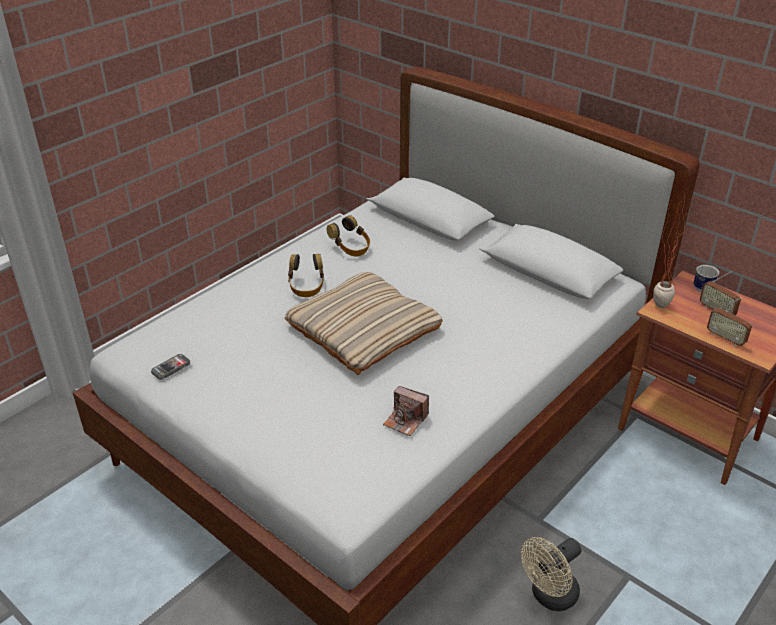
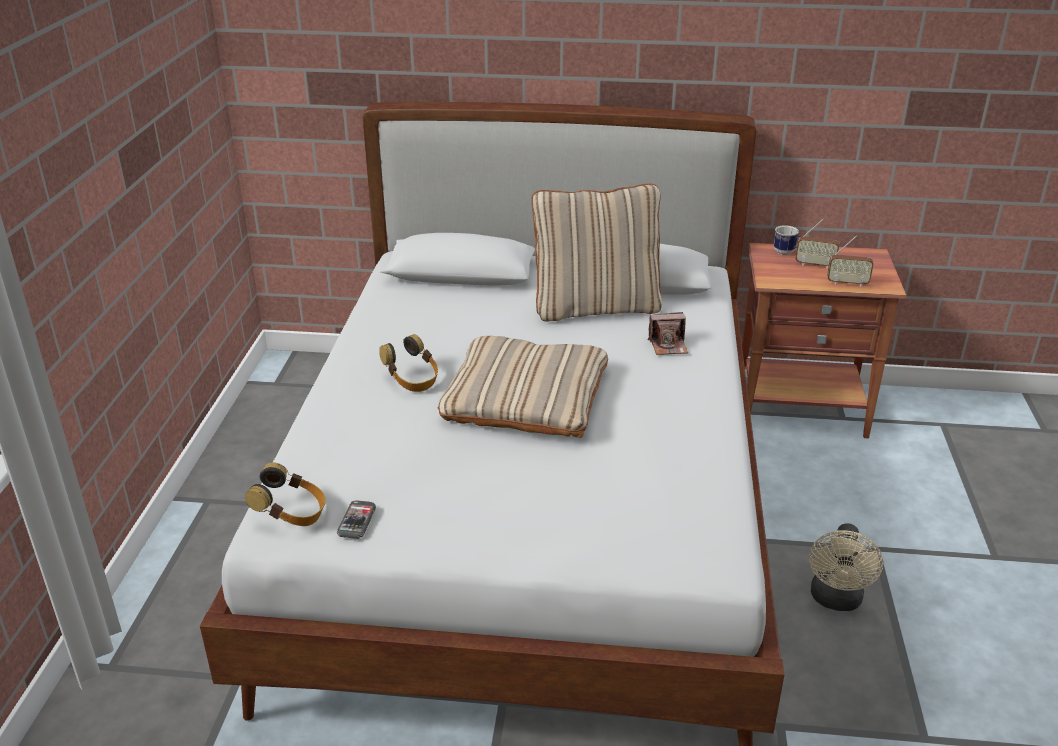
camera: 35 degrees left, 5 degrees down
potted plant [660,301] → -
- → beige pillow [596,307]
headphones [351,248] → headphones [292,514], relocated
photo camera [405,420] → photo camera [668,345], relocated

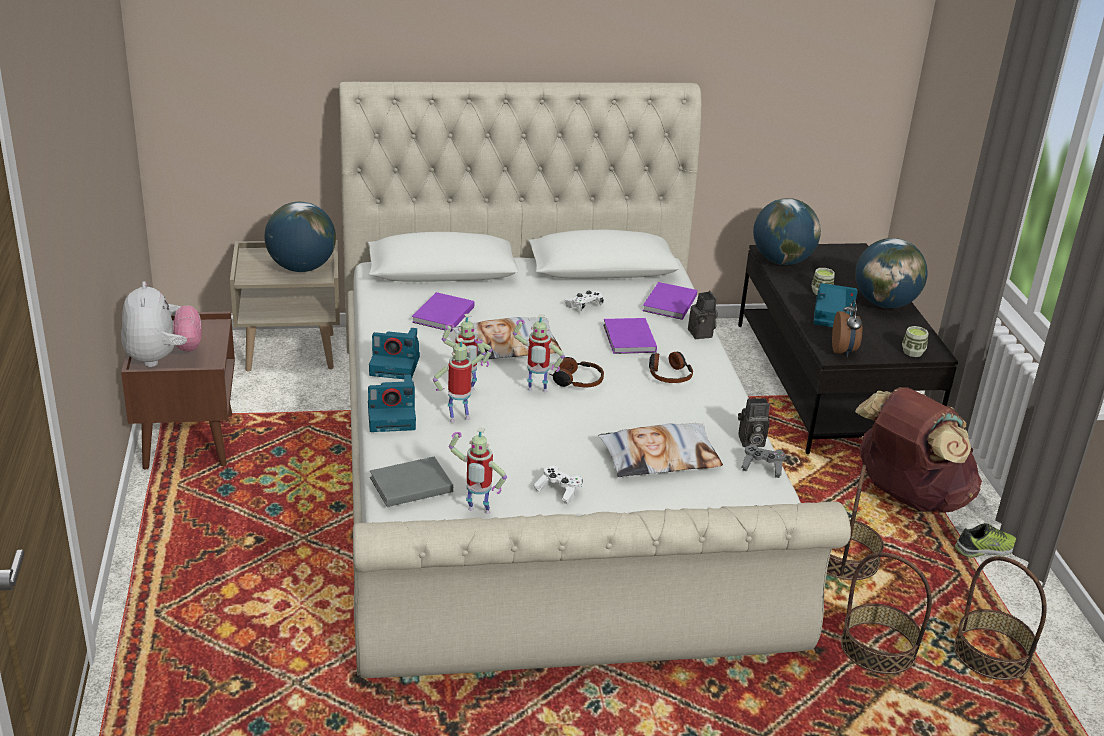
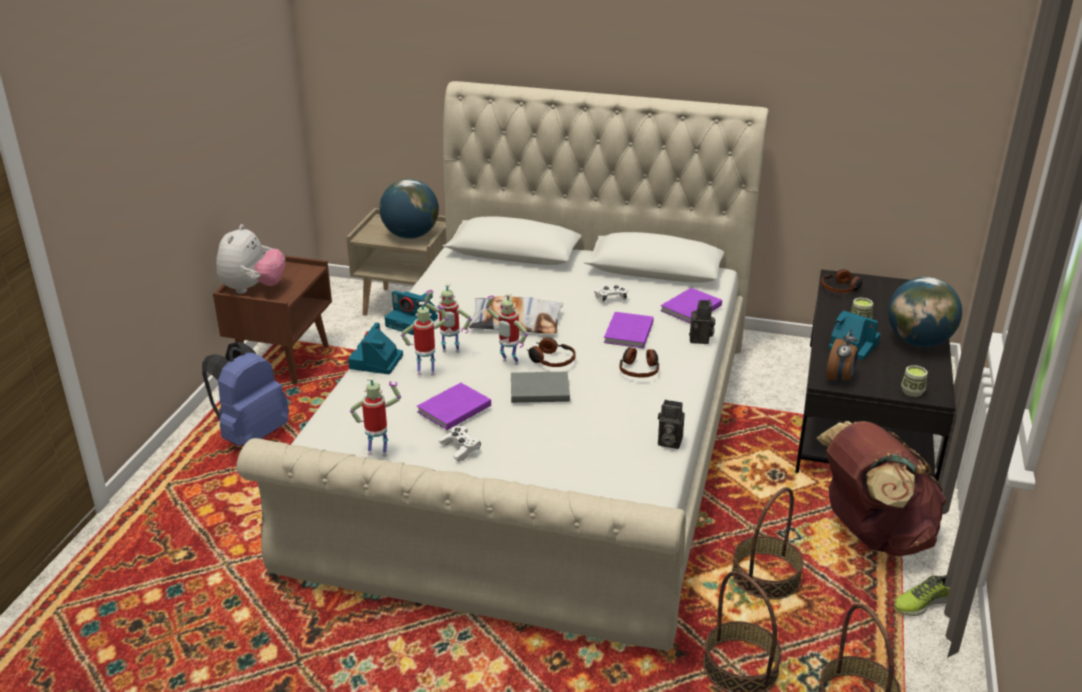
camera: 25 degrees right, 0 degrees up
pillow [660,458] → -
grey game controller [762,467] → -
- → blue backpack [251,434]
grey book [408,484] → grey book [538,389], relocated
purple book [441,315] → purple book [452,409], relocated
globe [781,261] → headphones [841,288]
photo camera [393,417] → photo camera [376,362], 90 degrees clockwise
toy robot [477,512] → toy robot [379,452], 150 degrees clockwise
shoe [987,549] → shoe [924,602], 150 degrees clockwise

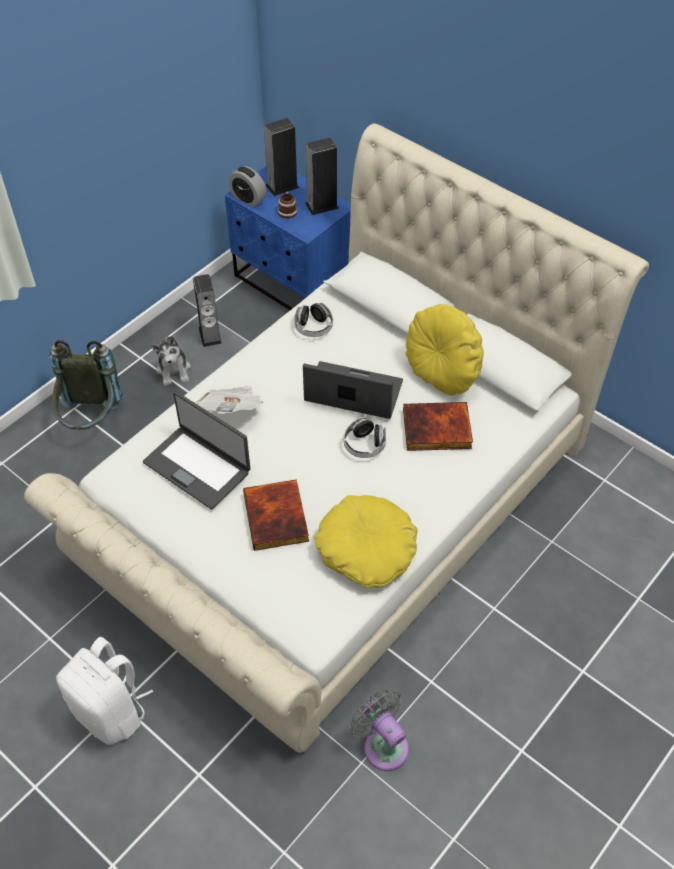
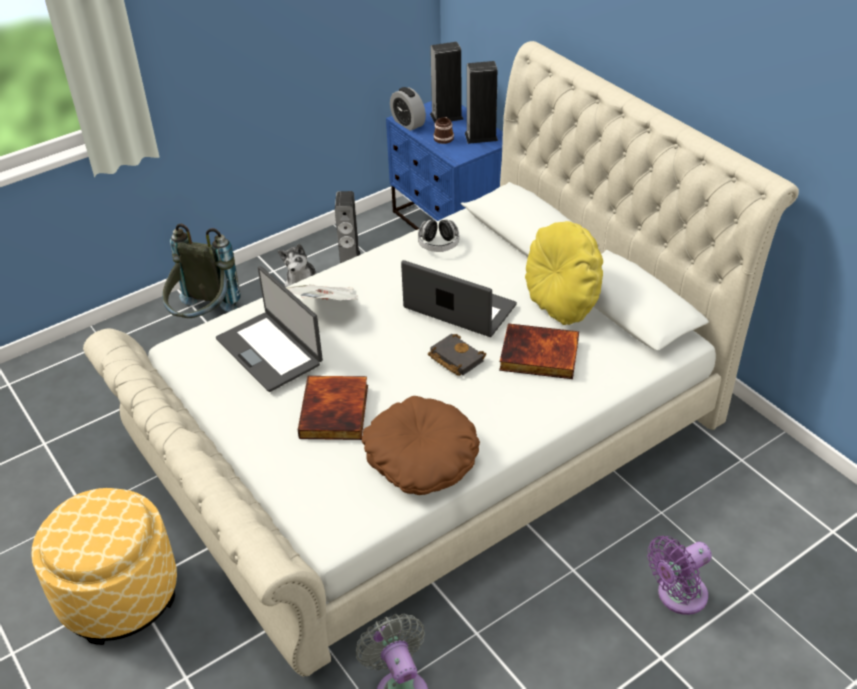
camera: 15 degrees right, 10 degrees down
- → purple fan [677,596]
white backpack [111,711] → ottoman [119,594]
headphones [364,445] → black book [454,358]
yellow pillow [368,548] → brown pillow [423,457]

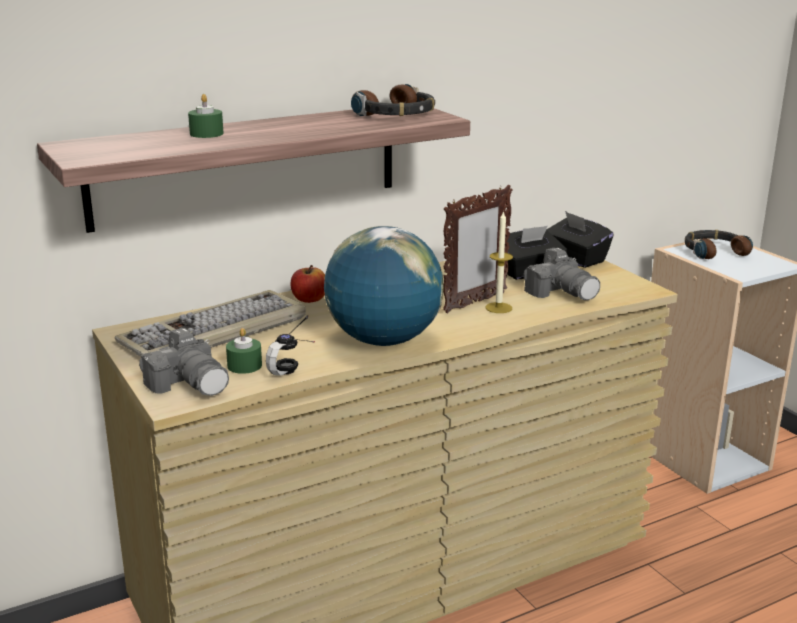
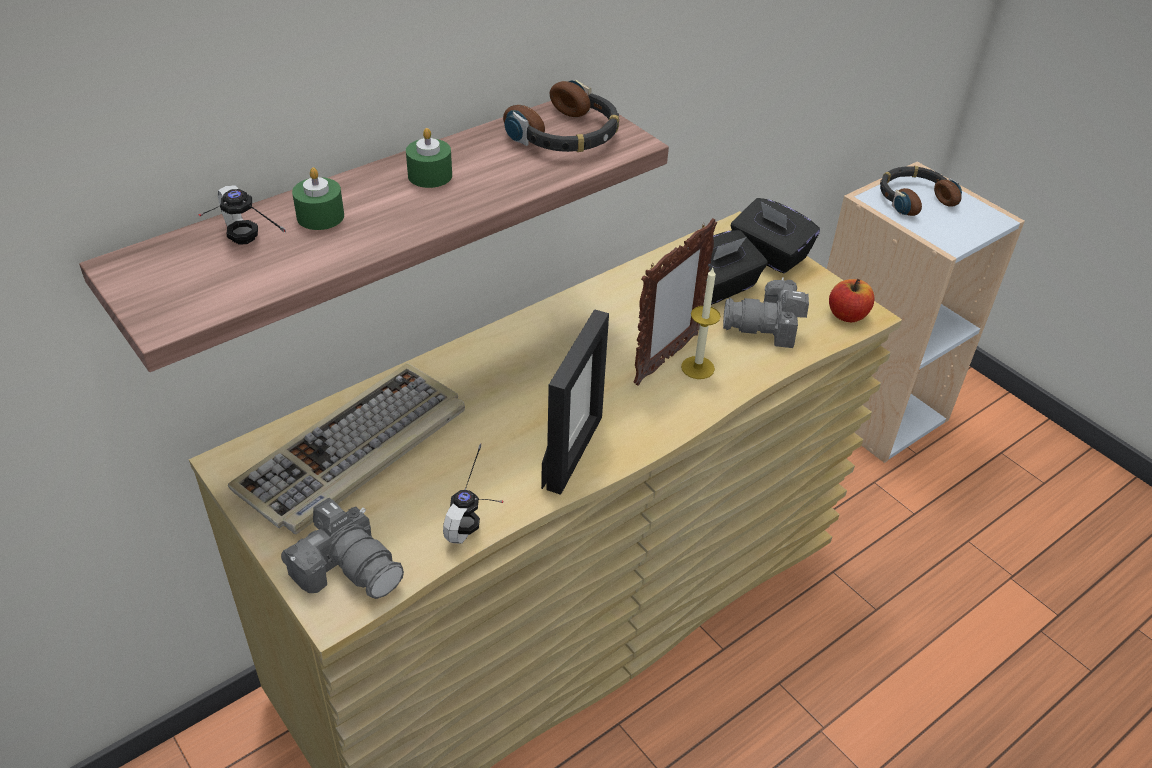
camera: 10 degrees left, 20 degrees up
- → headphones [242,252]
green candle [244,365] → green candle [430,175], relocated
apple [309,299] → apple [847,315], relocated
globe [383,341] → picture frame [572,451]
photo camera [561,292] → photo camera [766,328], 135 degrees clockwise

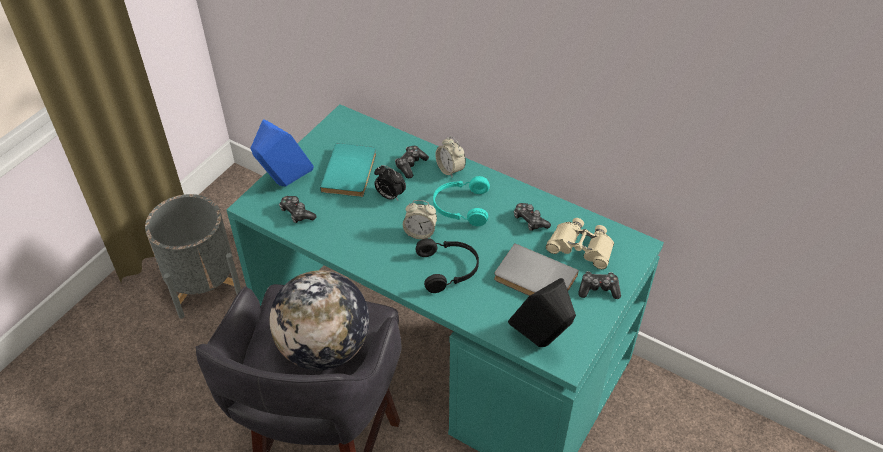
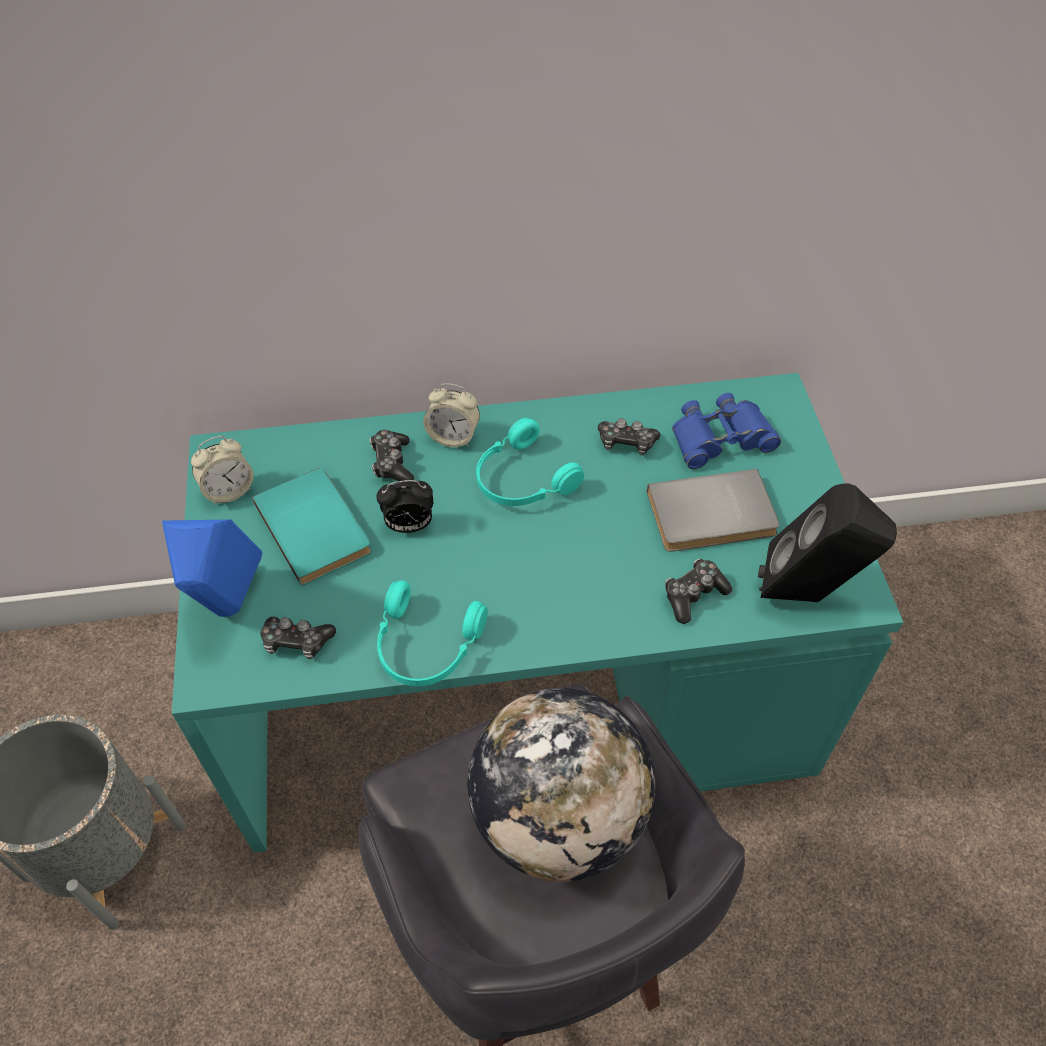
camera: 40 degrees left, 5 degrees up
black headphones [449,269] → -
- → turquoise headphones [425,646]
alarm clock [420,232] → alarm clock [228,490], relocated
game controller [598,289] → game controller [693,595], relocated
beige binoculars [581,247] → blue binoculars [720,438]

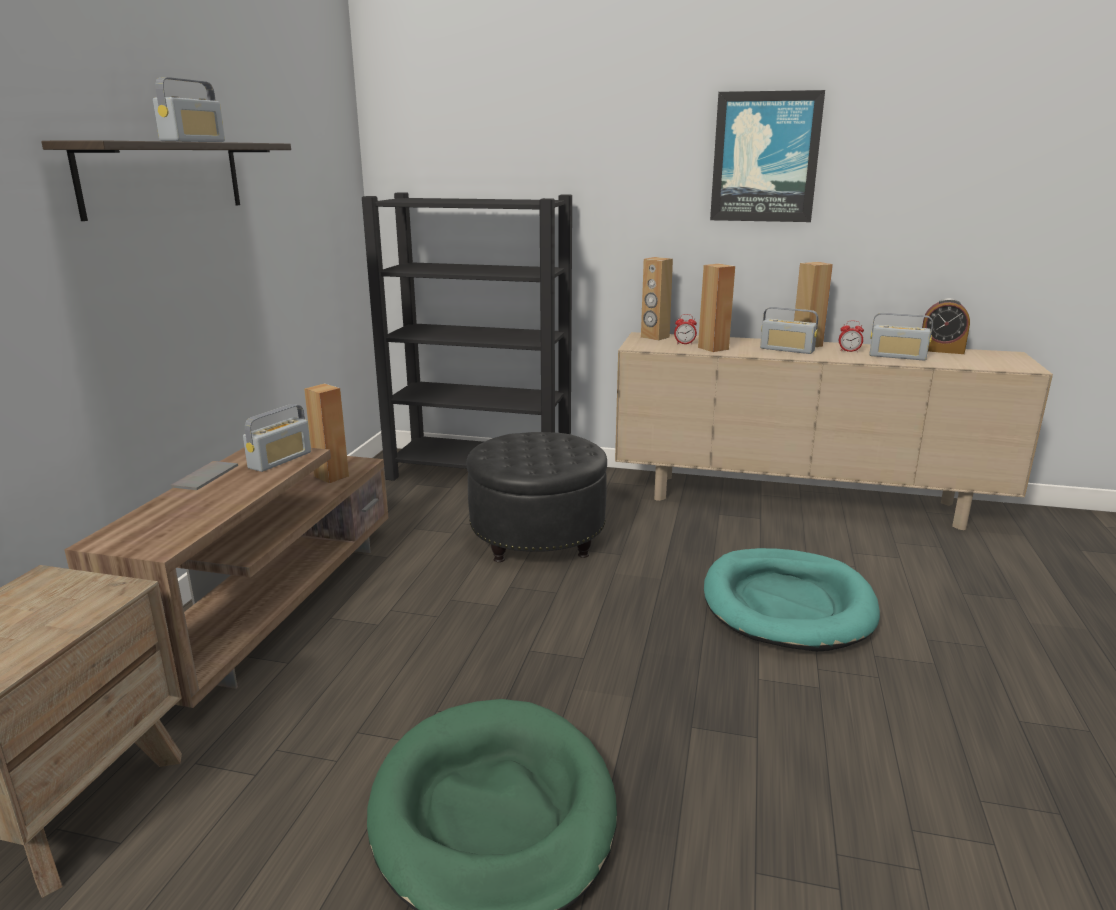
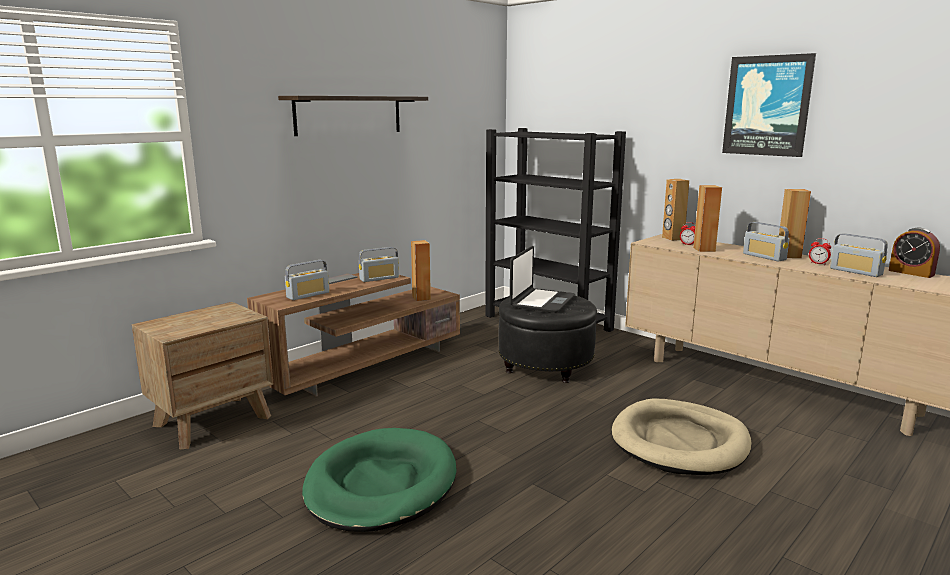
camera: 30 degrees right, 5 degrees down
- → laptop [542,301]
radio [193,141] → radio [308,295], relocated
turquoise dog bed [787,604] → beige dog bed [680,442]

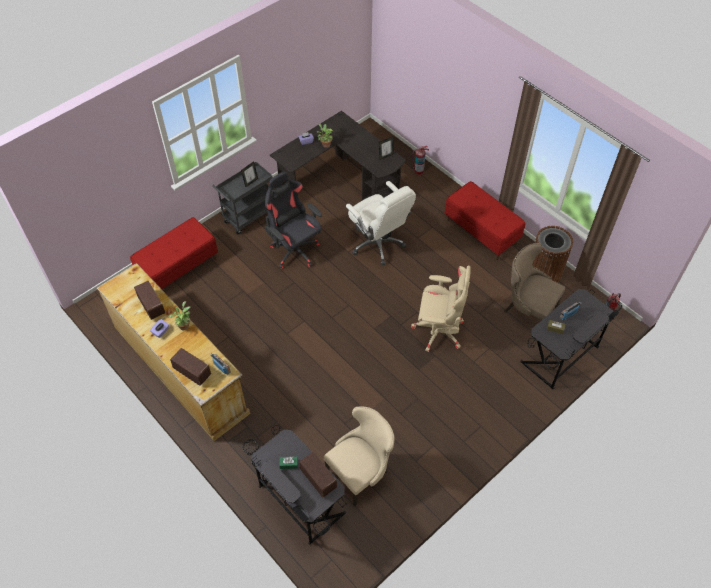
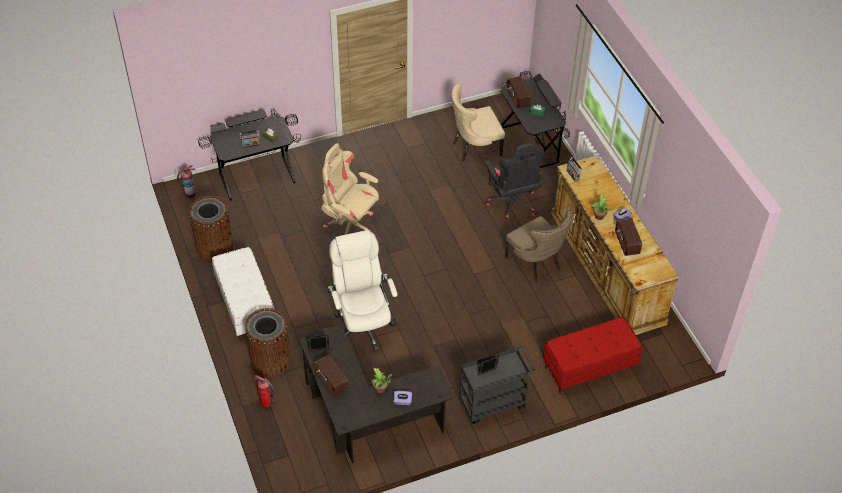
camera: 160 degrees left, 5 degrees down
- → brown trash can [271,360]
radio [192,372] → radio [332,381], relocated
black office chair [295,251] → black office chair [512,203], relocated
beige chair [527,310] → beige chair [536,263], relocated
red bench [481,232] → white bench [245,306]

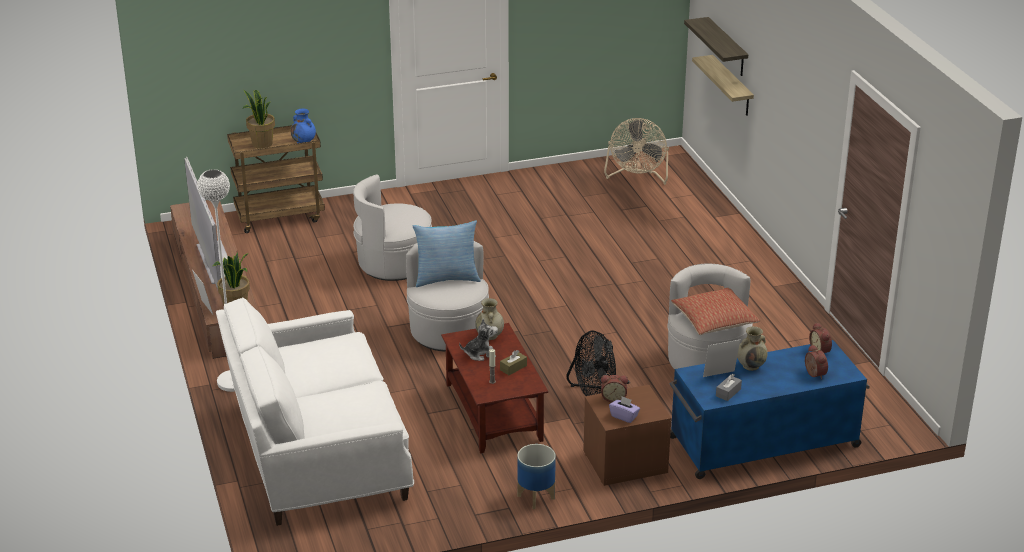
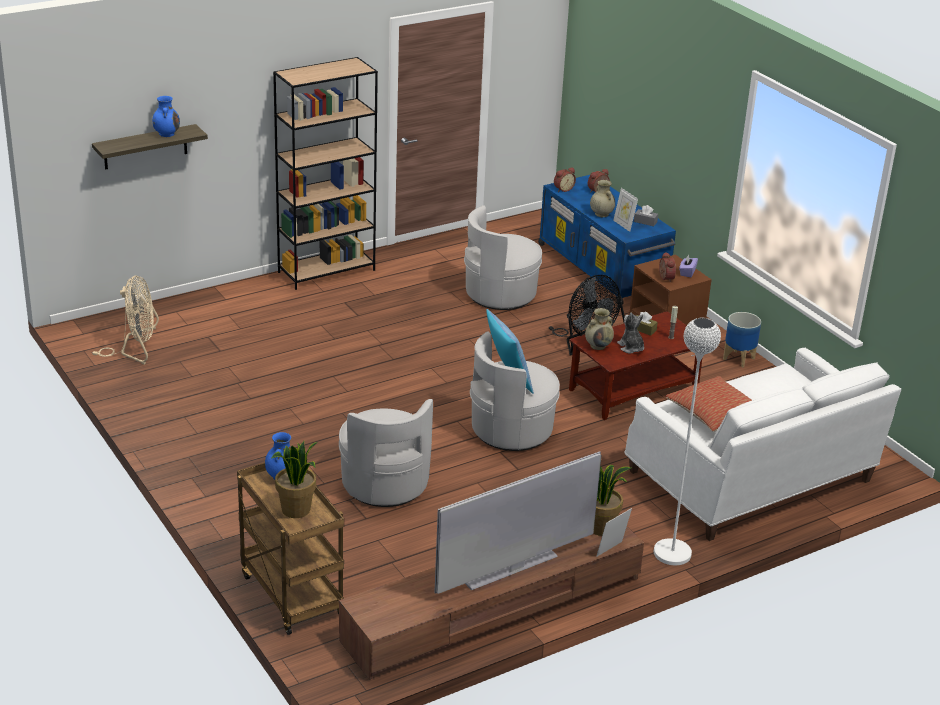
camera: 105 degrees left, 0 degrees up
shelf [732,86] → -
- → blue vase [166,134]
- → beige bookcase [326,271]
pillow [714,320] → pillow [714,414], relocated

